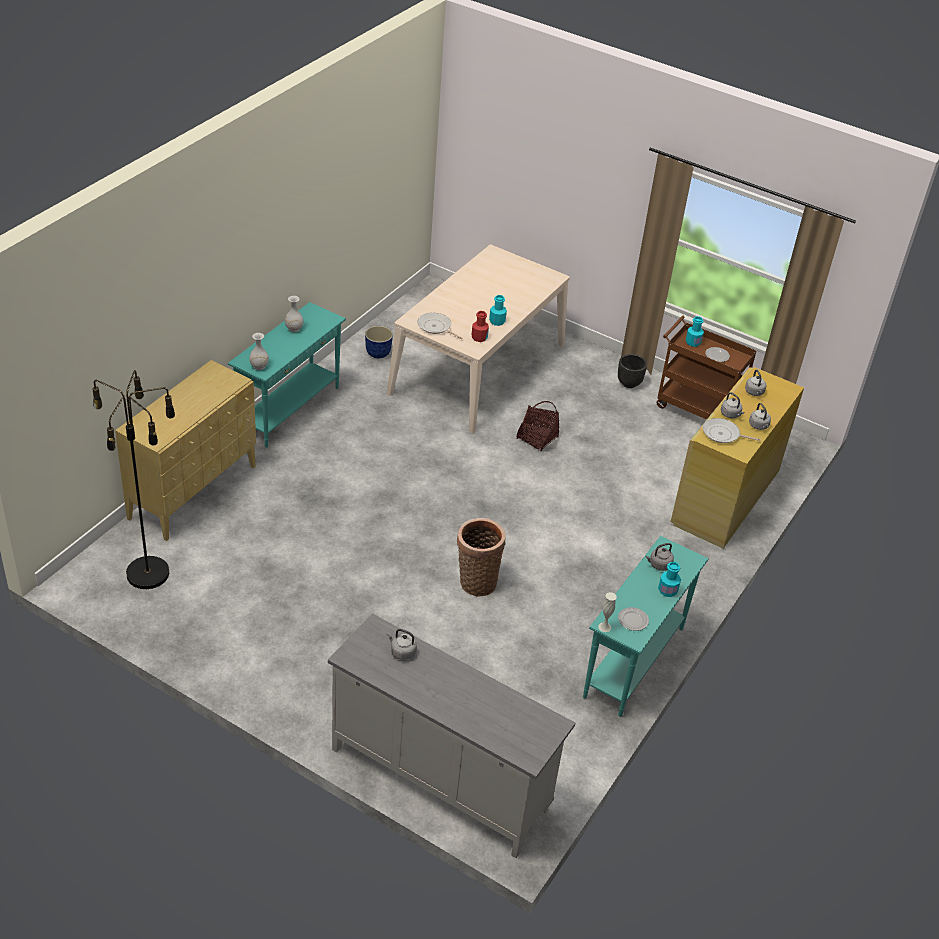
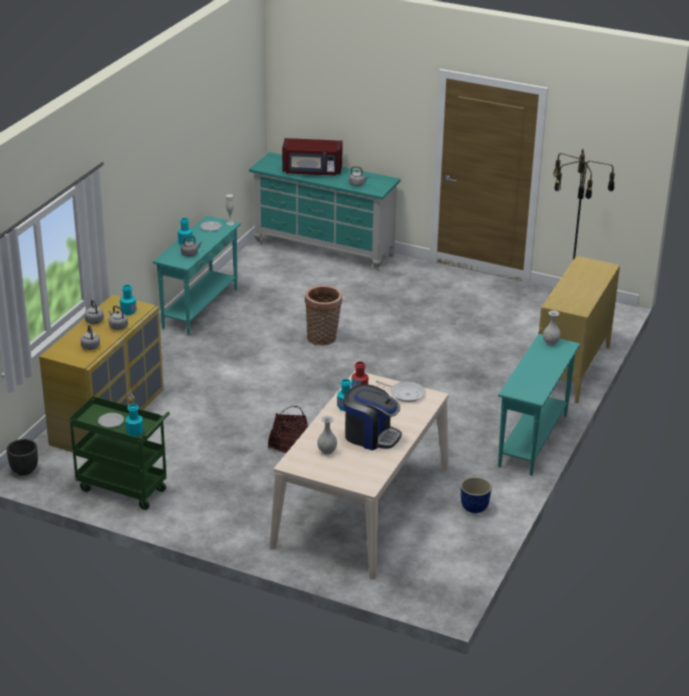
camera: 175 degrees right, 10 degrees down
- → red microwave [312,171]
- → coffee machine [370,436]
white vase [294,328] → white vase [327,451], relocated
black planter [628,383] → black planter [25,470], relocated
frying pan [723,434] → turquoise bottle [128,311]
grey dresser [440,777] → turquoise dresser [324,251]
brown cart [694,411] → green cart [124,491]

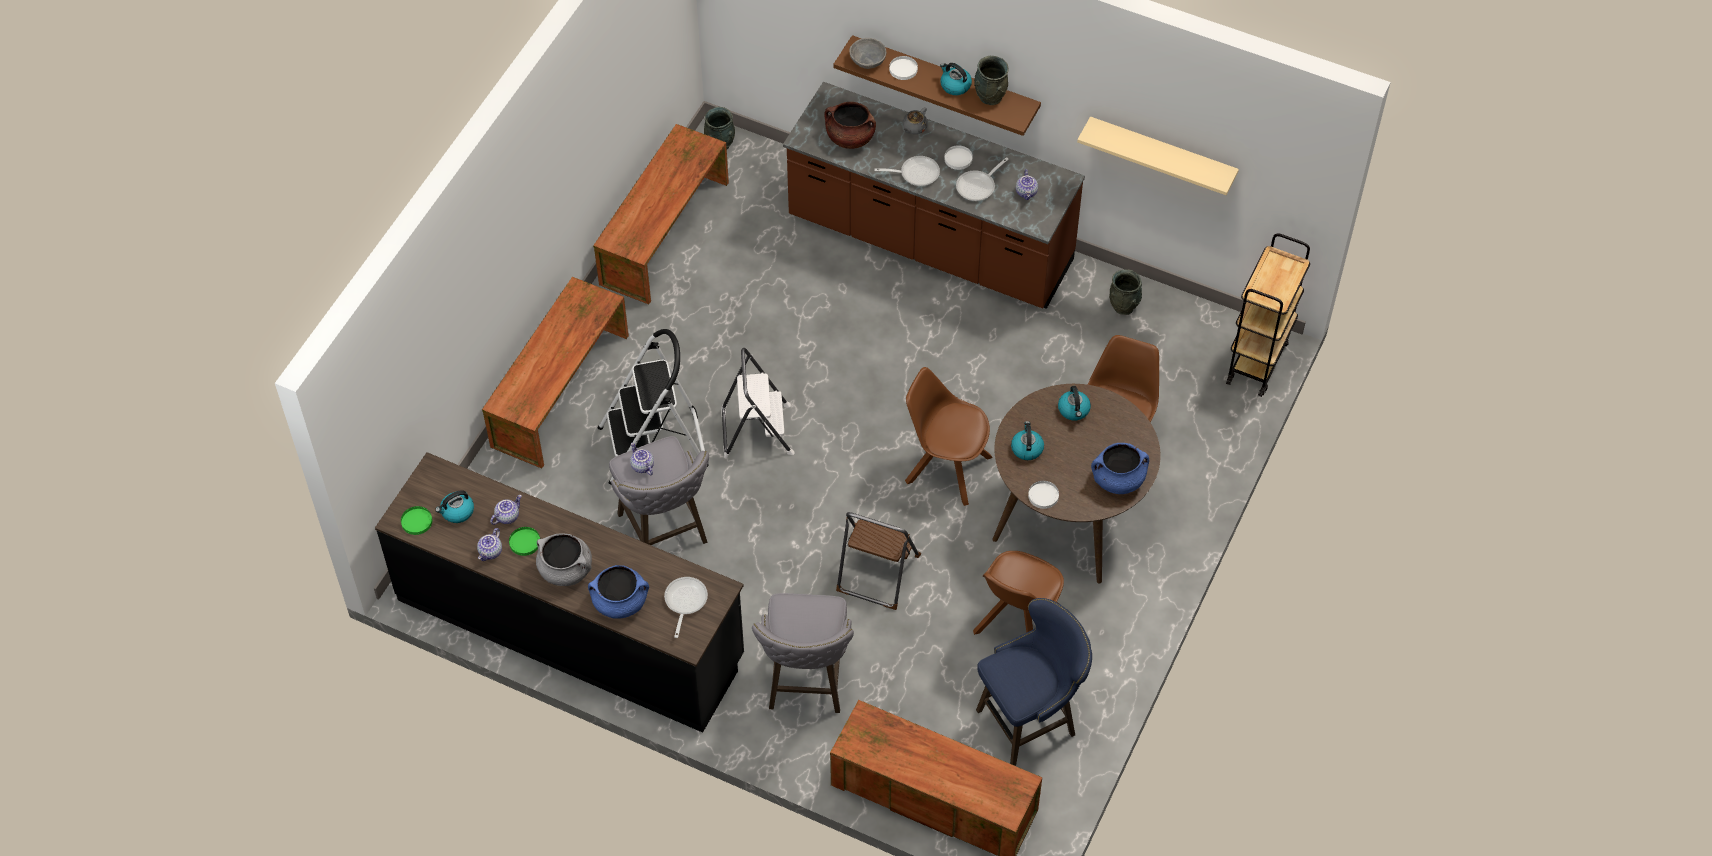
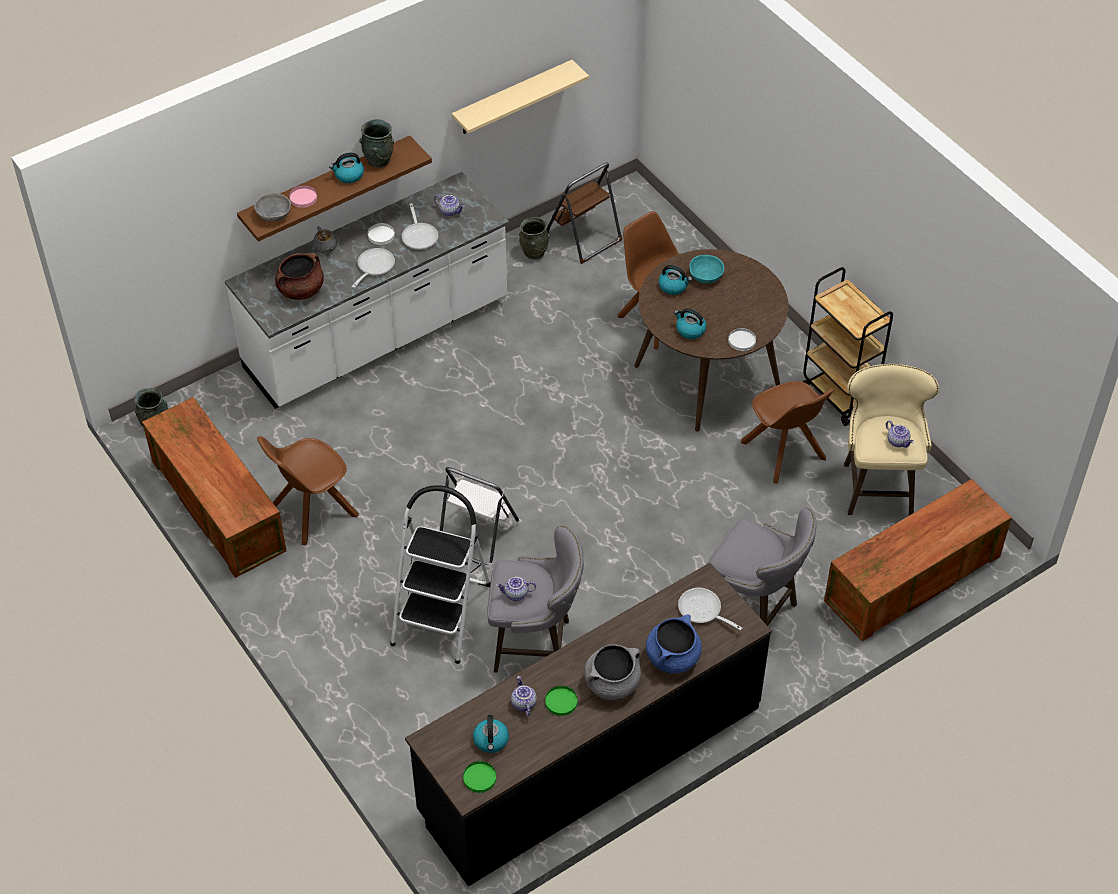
camera: 60 degrees left, 5 degrees down
brown bench [559,389] → -
blue cooking pot [1118,480] → -
- → turquoise bowl [705,276]
teapot [491,552] → teapot [898,441], relocated
brown step ladder [876,575] → brown step ladder [584,238], relocated
brown chair [946,468] → brown chair [312,511], relocated
brown cart [1258,364] → brown cart [839,398], relocated
brown counter [930,242] → white counter [377,336]
white plate [903,69] → pink plate [303,197]
blue stool [1030,720] → beige stool [877,486]

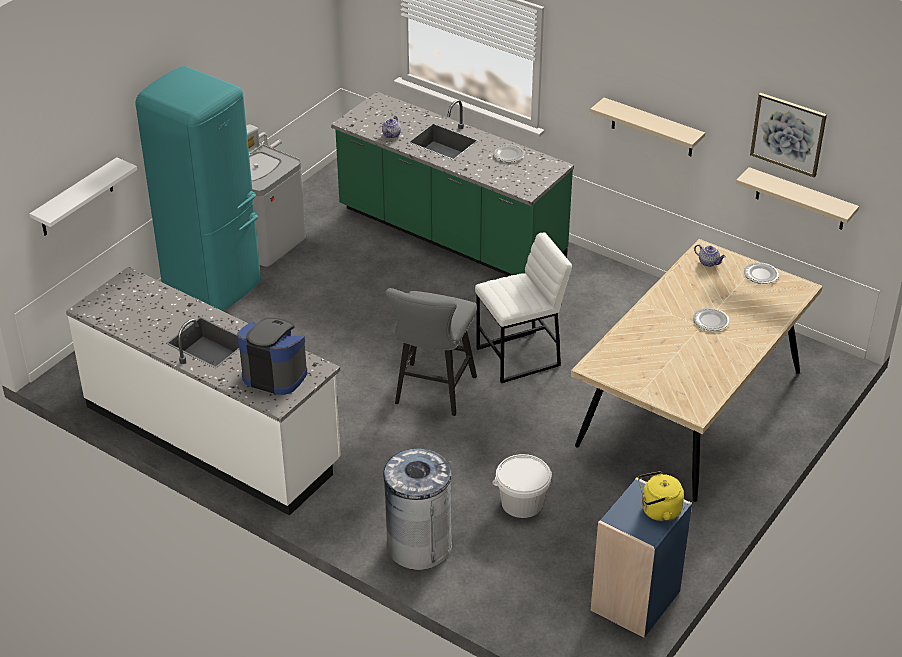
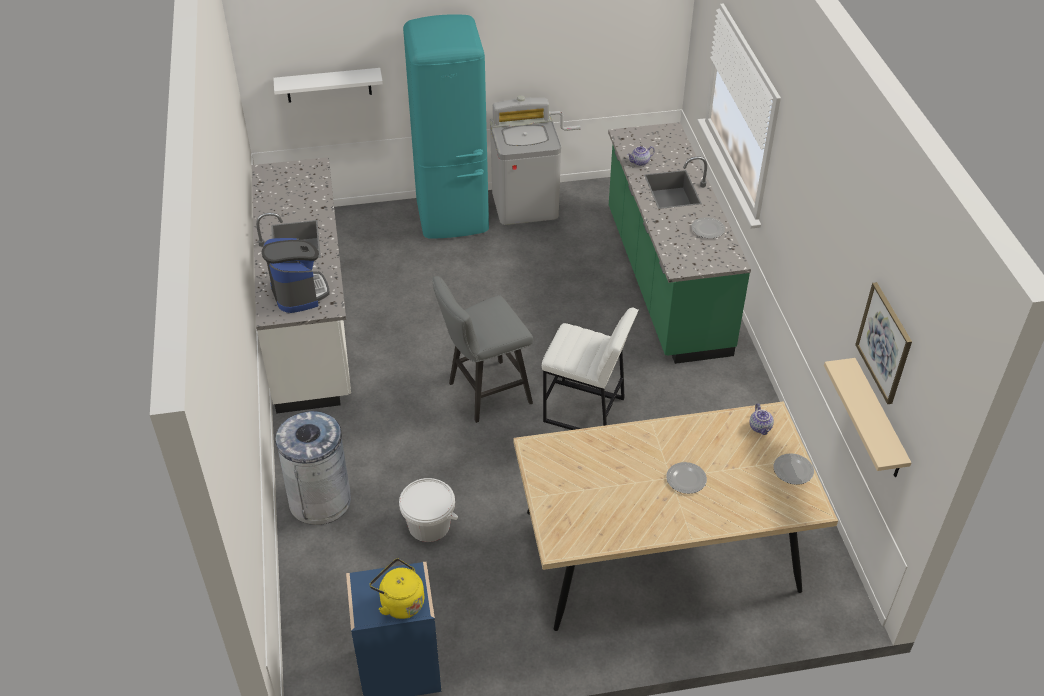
camera: 45 degrees right, 5 degrees up
beige shelf [652,128] → -

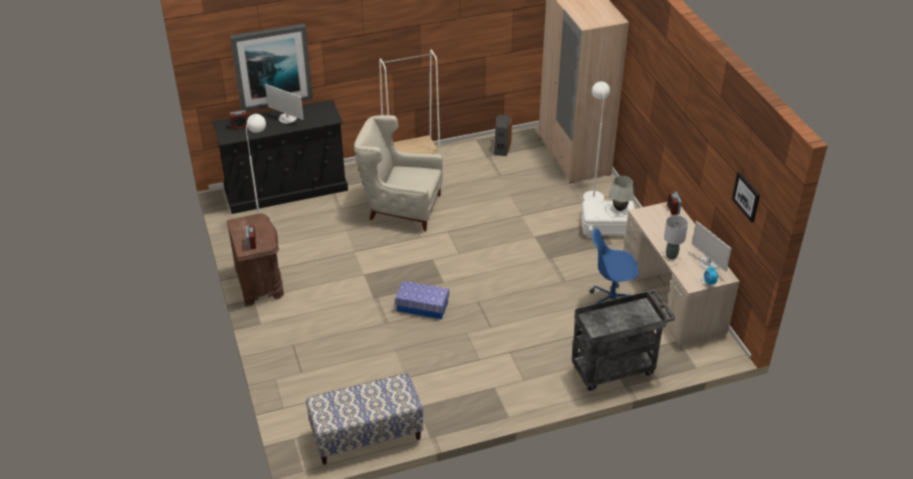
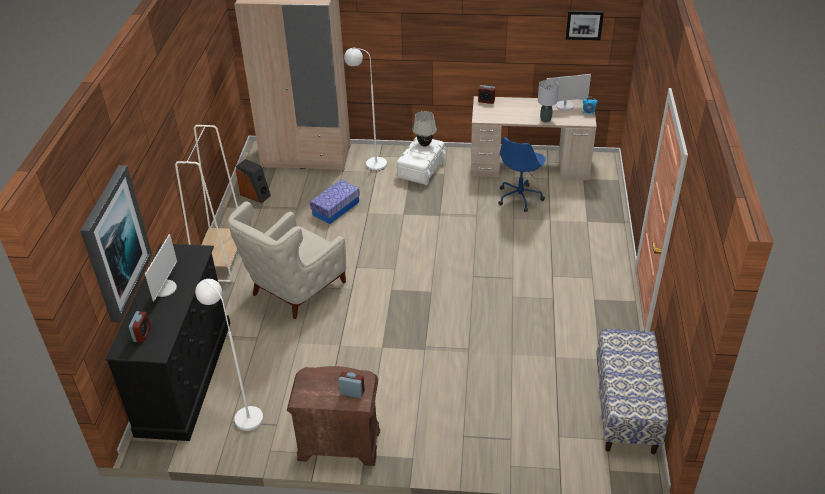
camera: 65 degrees left, 0 degrees up
black cart [616,371] → -
storage box [422,306] → storage box [336,208], relocated
monitor [287,118] → monitor [164,288], 45 degrees counterclockwise

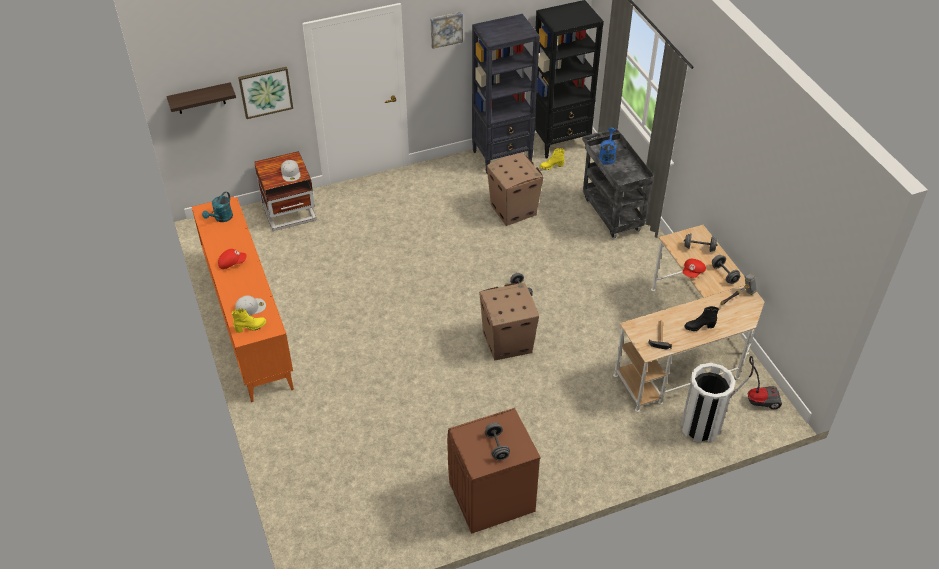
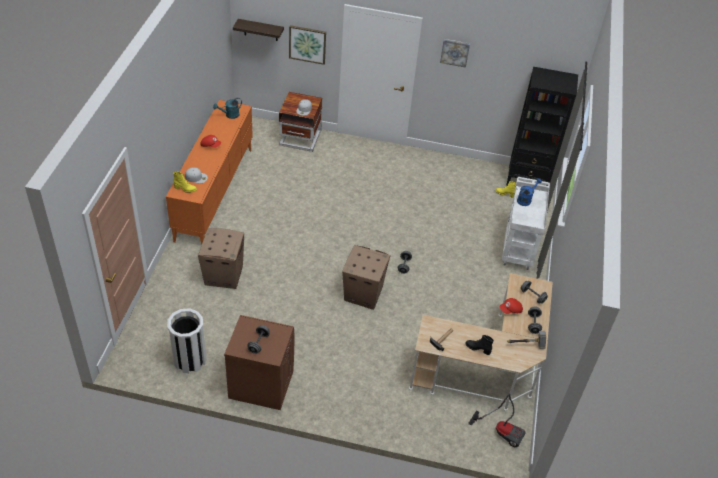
camera: 30 degrees right, 0 degrees up
black bookcase [502,157] → -
cardboard box [513,209] → cardboard box [224,275], relocated
white trash can [700,426] → white trash can [189,360], relocated
black cart [610,213] → white cart [518,247]

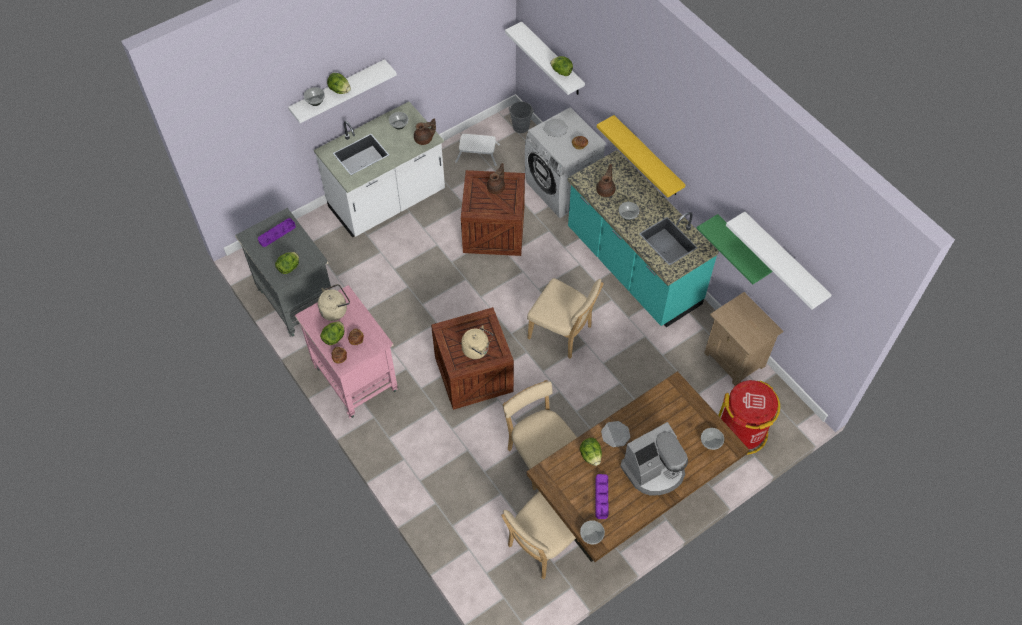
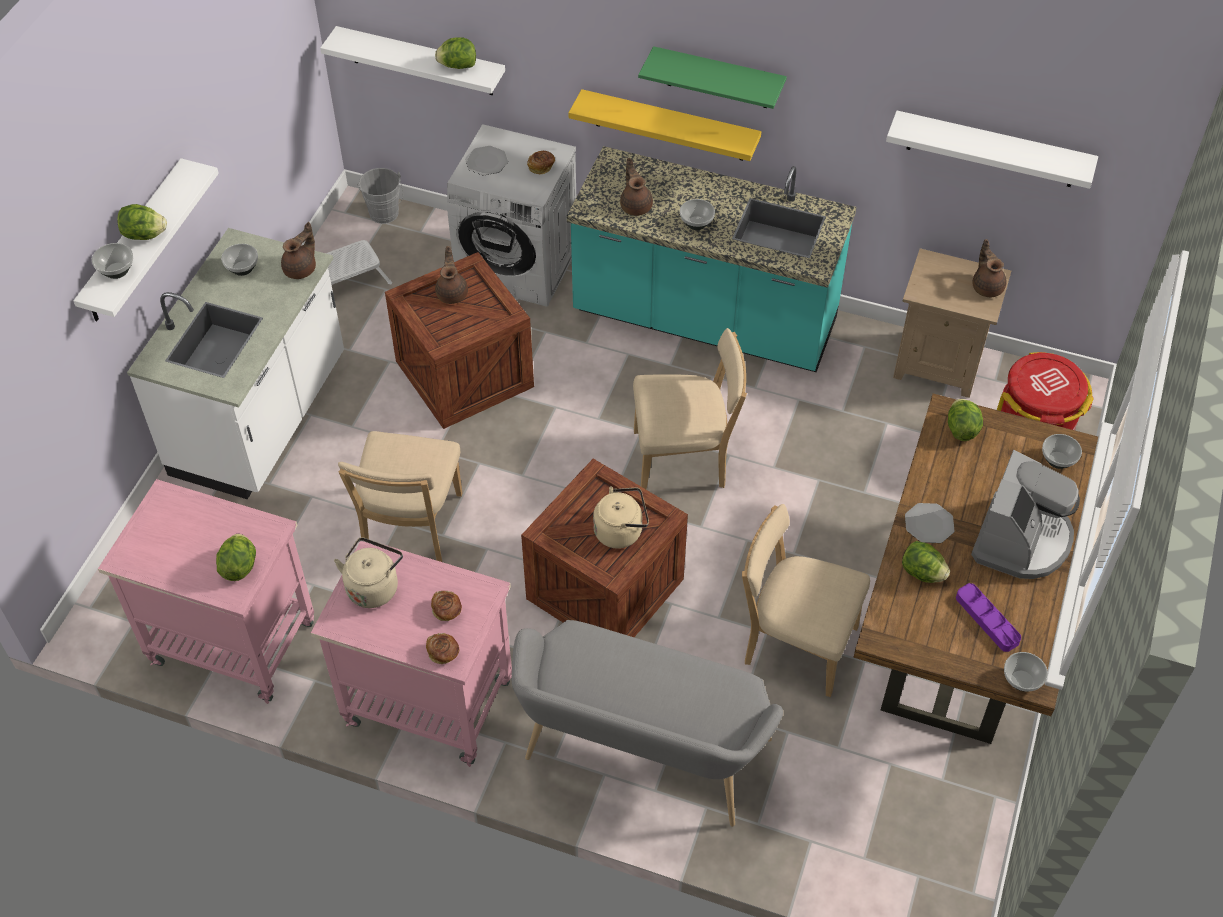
camera: 35 degrees left, 5 degrees down
purple tray [277,234] → -
- → grey bench [640,757]
- → brown teapot [987,286]
lettuce [334,337] → lettuce [961,429], relocated
beige chair [541,546] → beige chair [410,527], relocated
green shelf [743,248] → green shelf [718,78], relocated
grey cart [297,300] → pink cart [232,643]

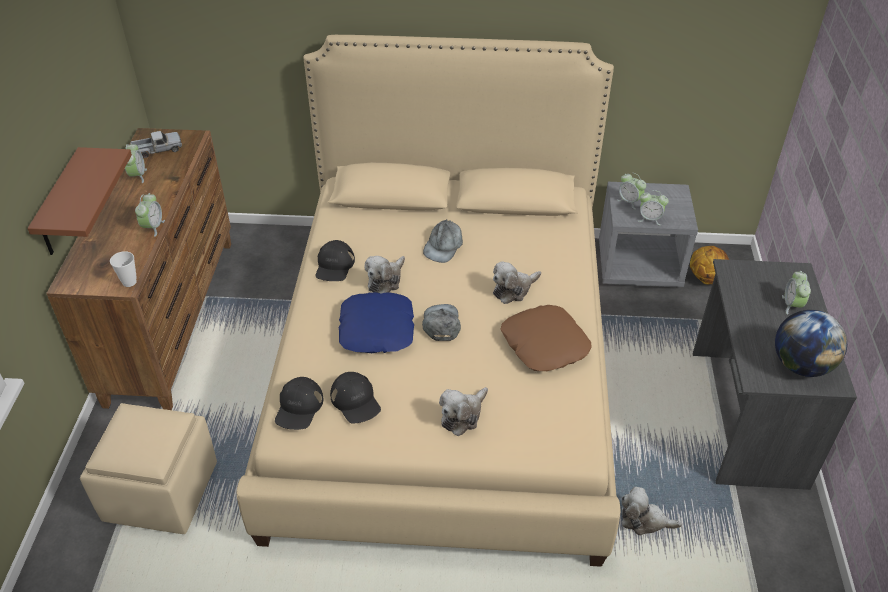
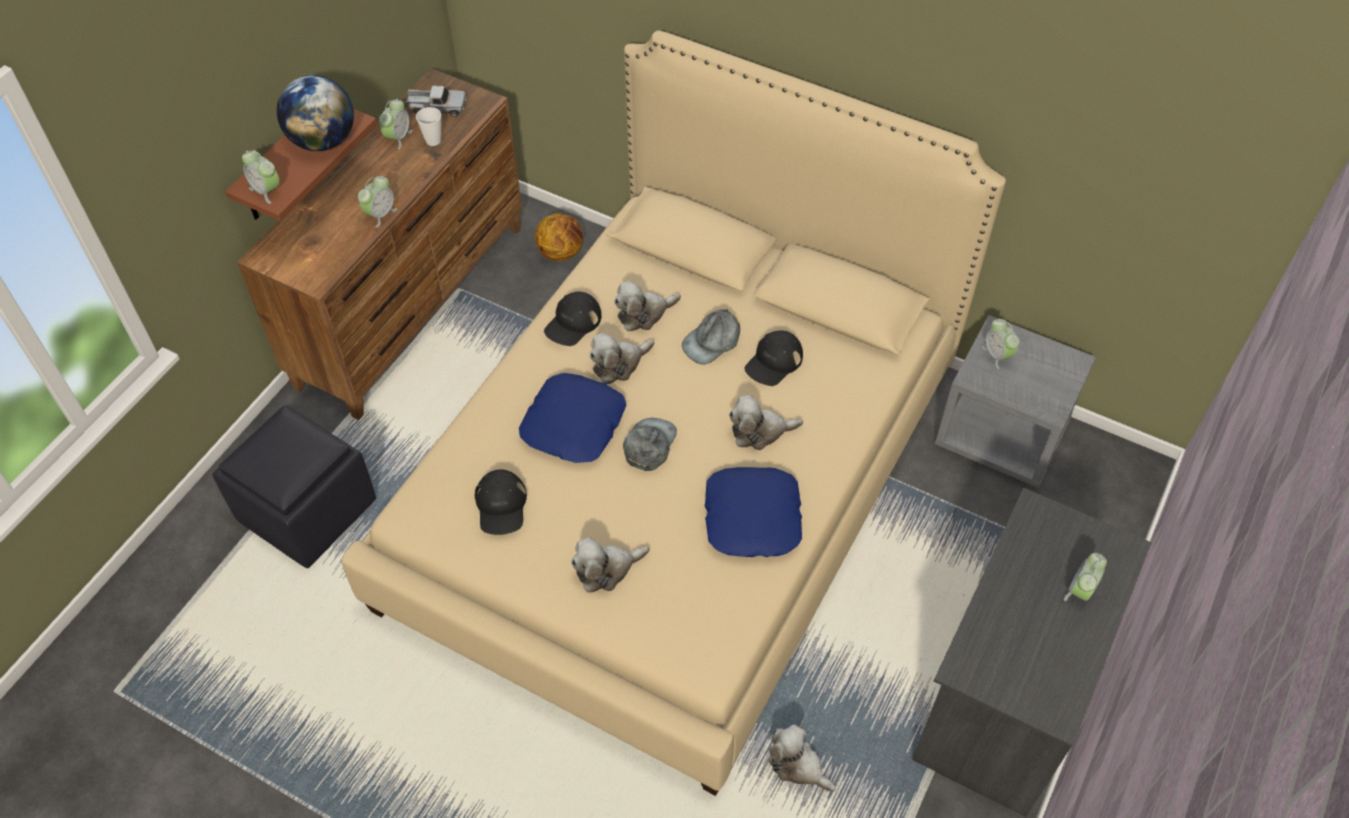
camera: 25 degrees right, 10 degrees up
- → plush toy [644,314]
cup [129,282] → cup [433,141], relocated
black cap [299,407] → black cap [774,362], relocated
alarm clock [650,219] → alarm clock [266,191], relocated
basketball [705,278] → basketball [561,252], relocated
globe [801,365] → globe [323,141], relocated
beige ottoman [160,491] → black ottoman [307,509]
brown pillow [544,344] → blue pillow [751,518]

